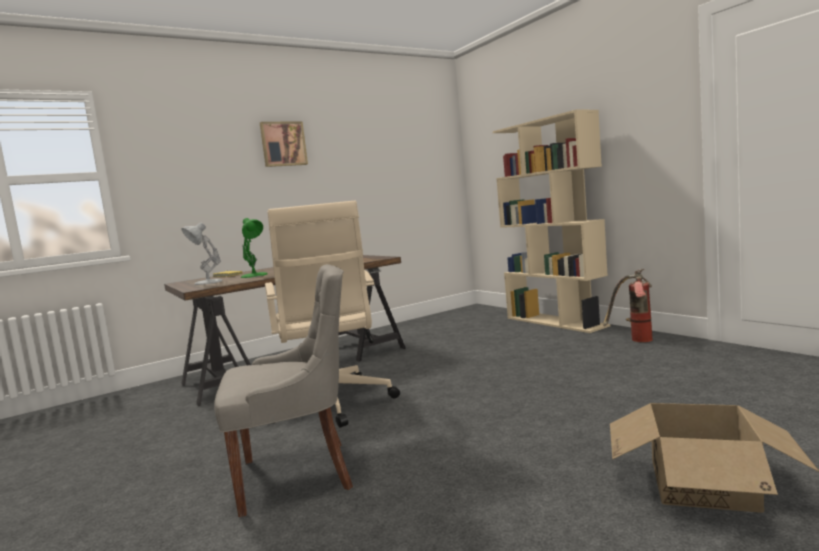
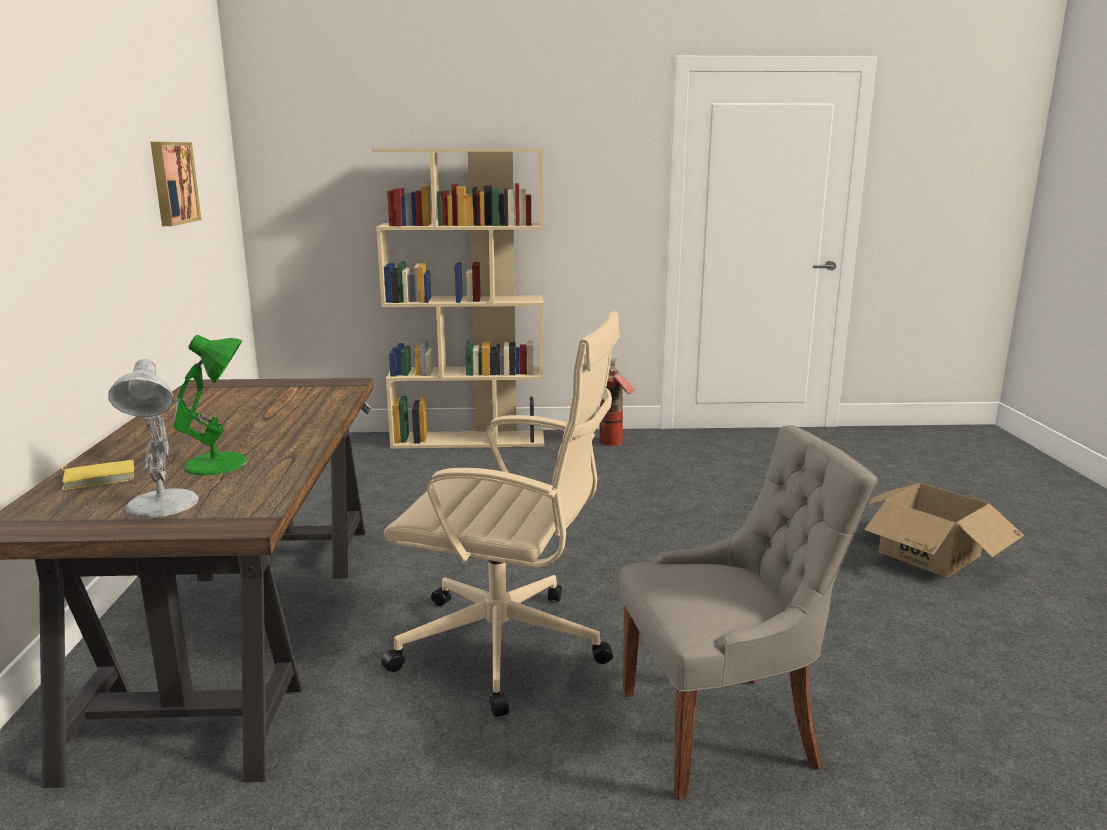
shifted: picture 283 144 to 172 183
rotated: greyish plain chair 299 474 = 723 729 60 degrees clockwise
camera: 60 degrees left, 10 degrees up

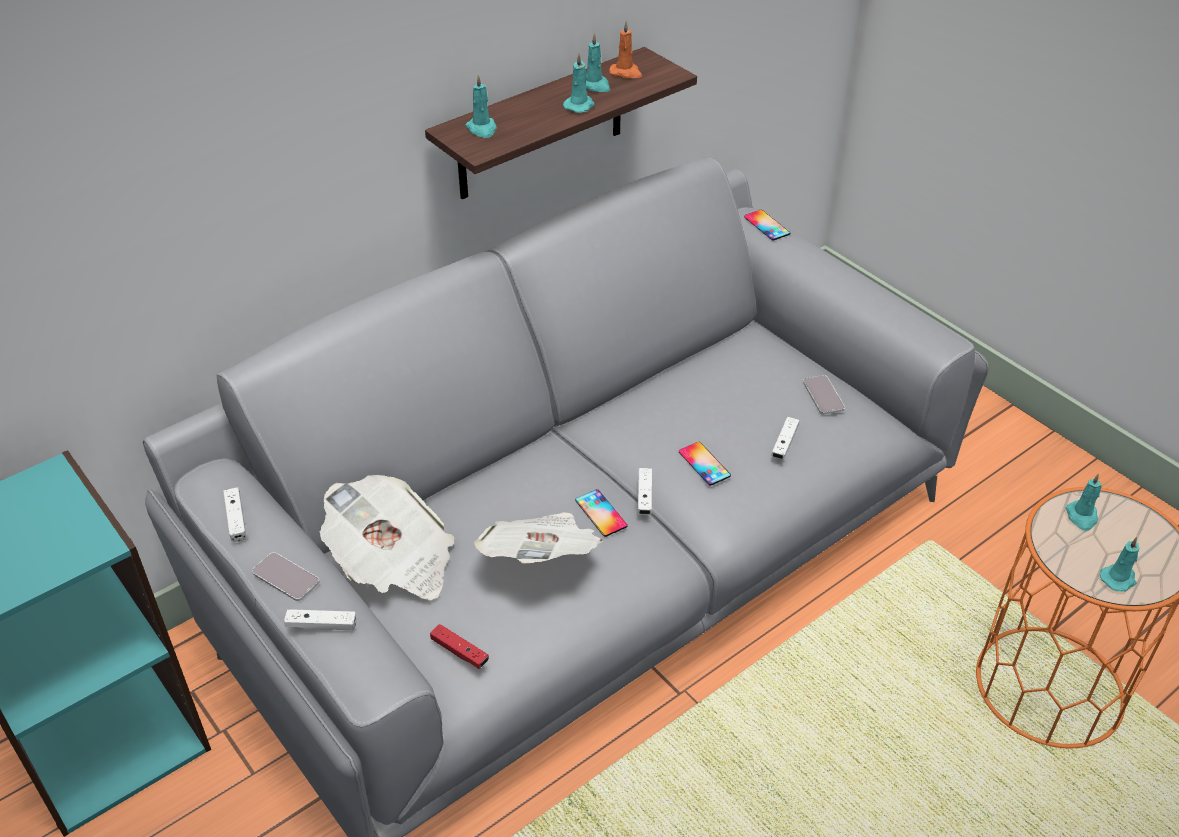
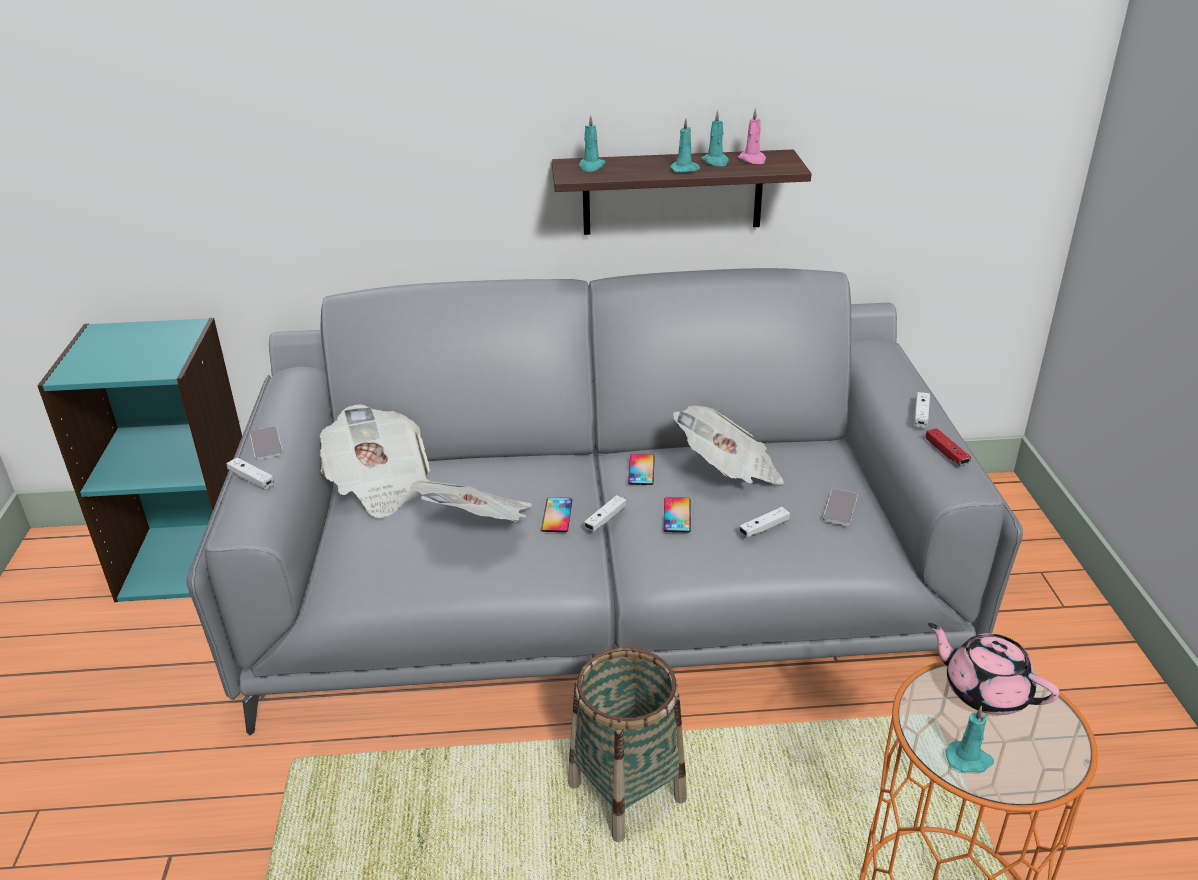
new: storage basket 627 792; newspaper 728 471
shifted: handset 767 225 to 641 470; white-coloured gamepad 236 519 to 921 415; reddish gamepad 459 652 to 946 453
swapped: turquoise-coloured wax light 1081 517 to pinkish tea pot 985 691
repainted: orangey wax light 626 73 to pinkish wax light 753 160
camera: 35 degrees right, 10 degrees down

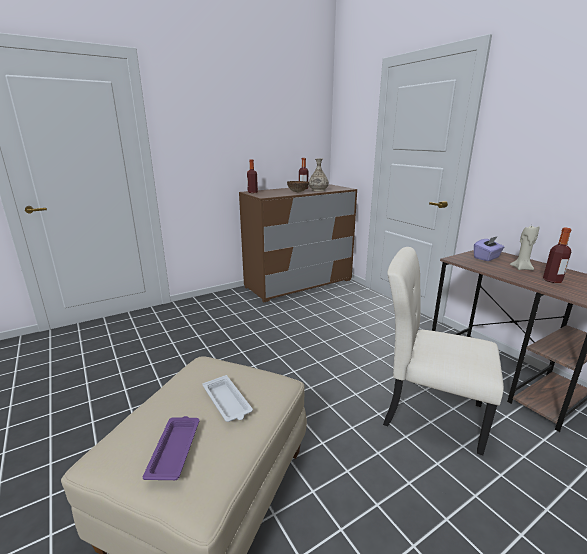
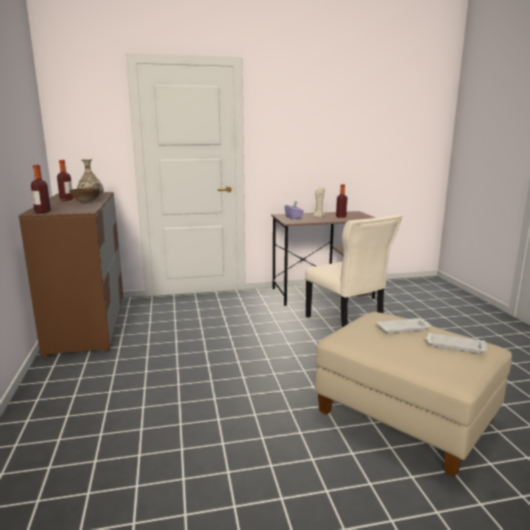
repainted: purple carrying tray 175 449 to white-coloured carrying tray 454 346
rotated: beige plain chair 428 413 = 346 323 75 degrees counterclockwise
camera: 70 degrees left, 5 degrees down

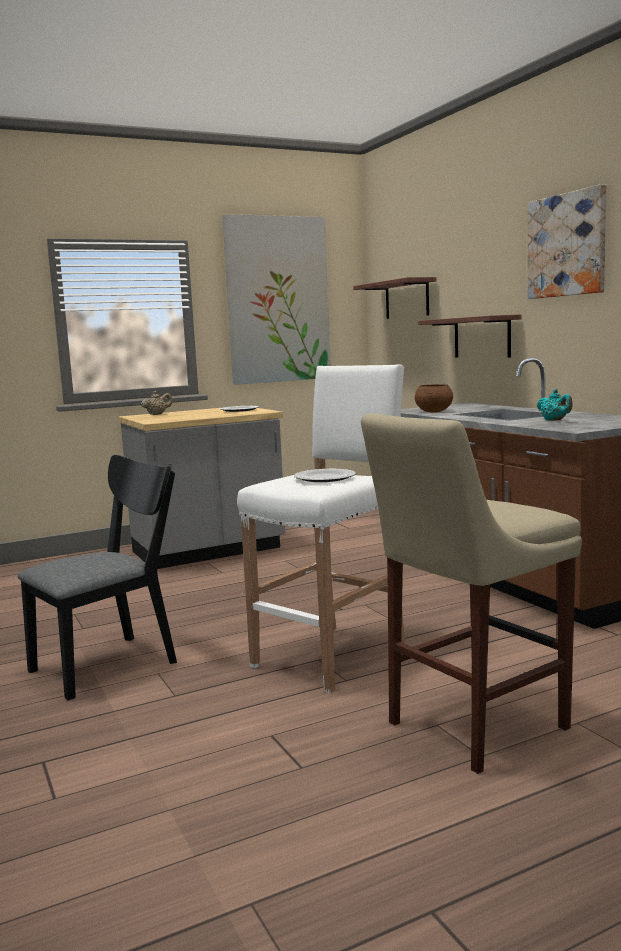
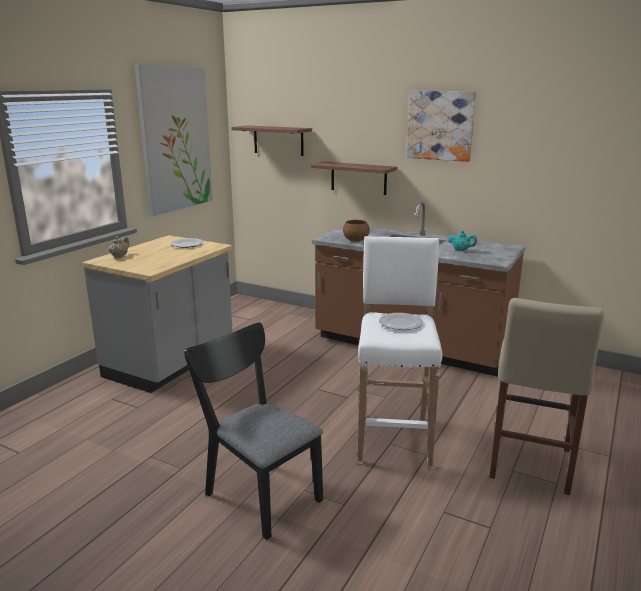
rotated: blackish plain chair 113 662 = 258 492 60 degrees counterclockwise
camera: 35 degrees left, 10 degrees up

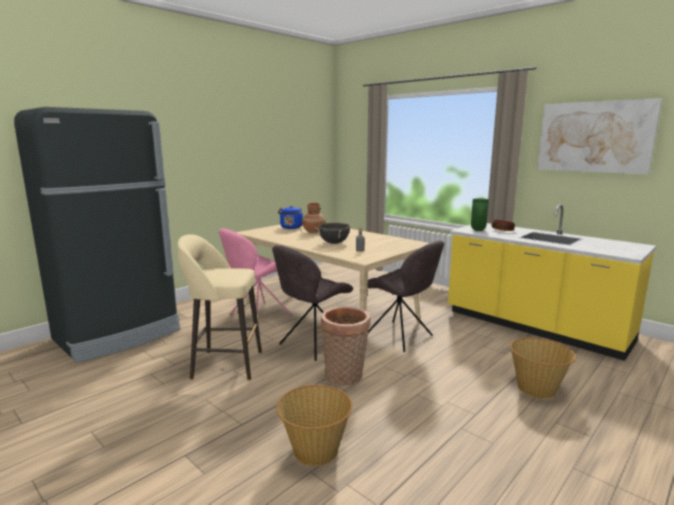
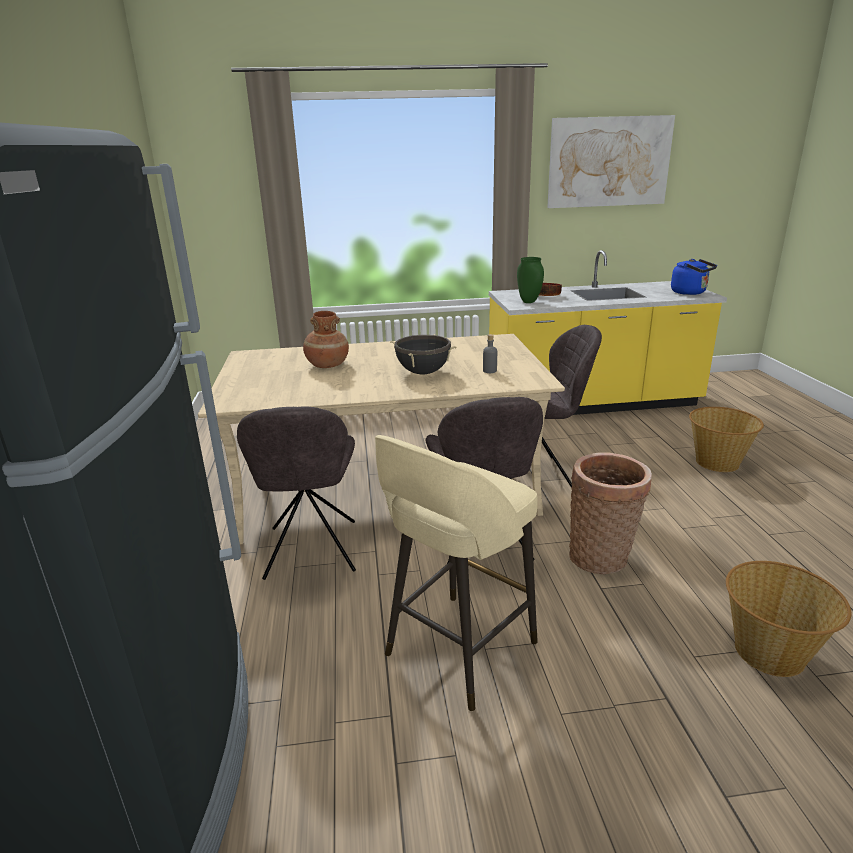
shifted: bluish kettle 291 228 to 690 292
repainted: pinkish plain chair 258 315 to greyish plain chair 311 552
camera: 50 degrees left, 10 degrees up

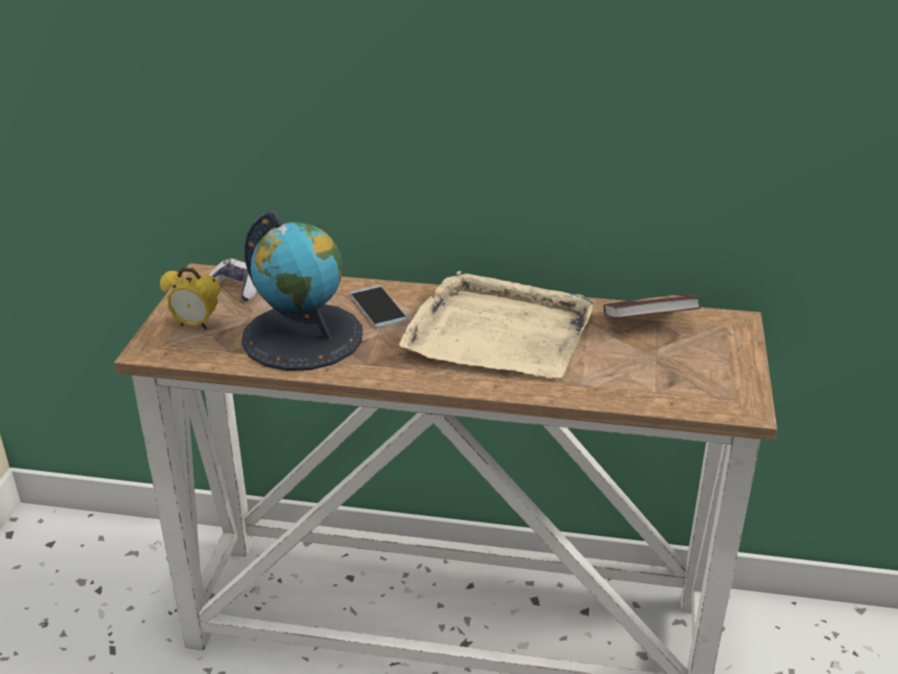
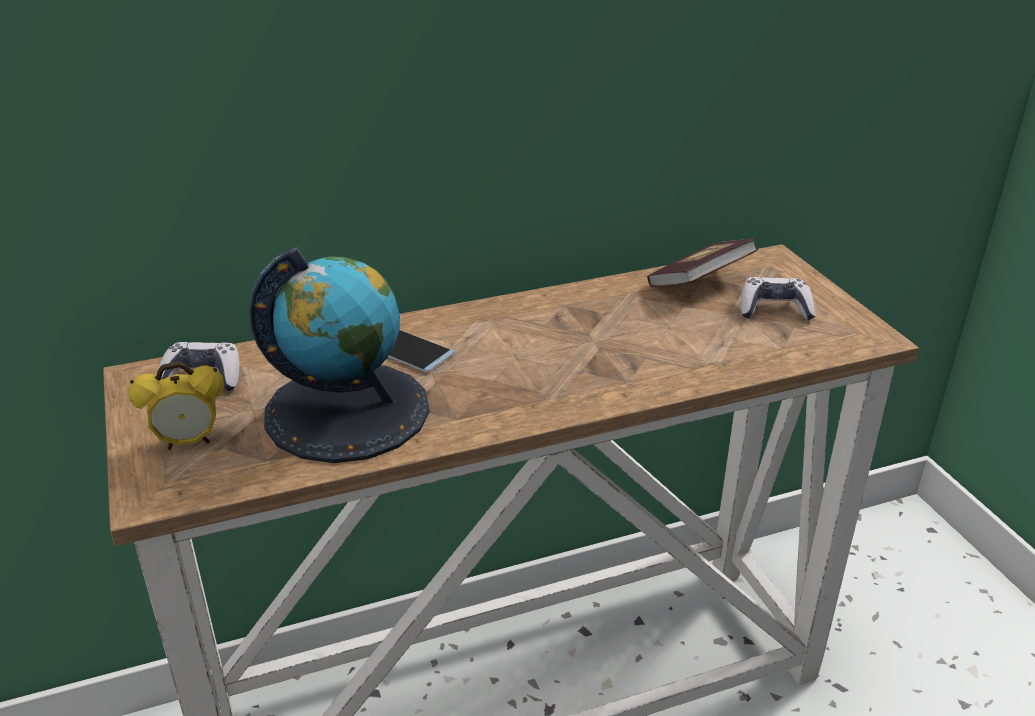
gone: beige carrying tray 499 332
new: gamepad 774 309
camera: 30 degrees left, 0 degrees up

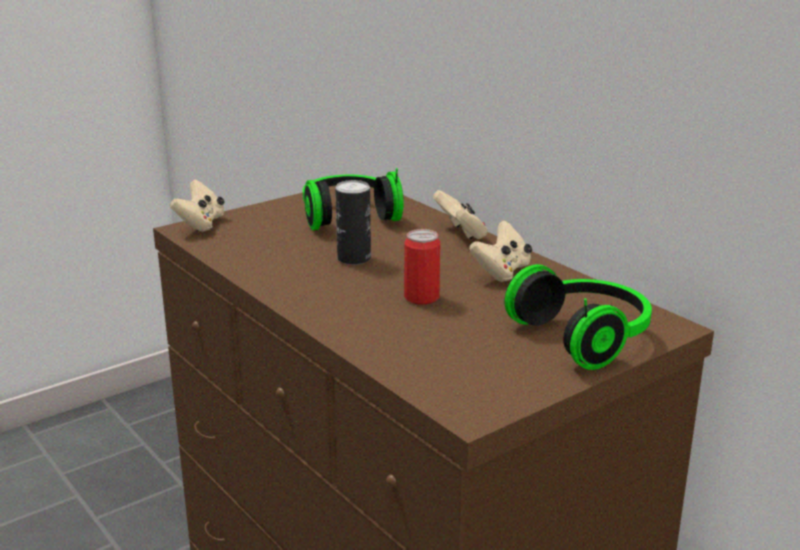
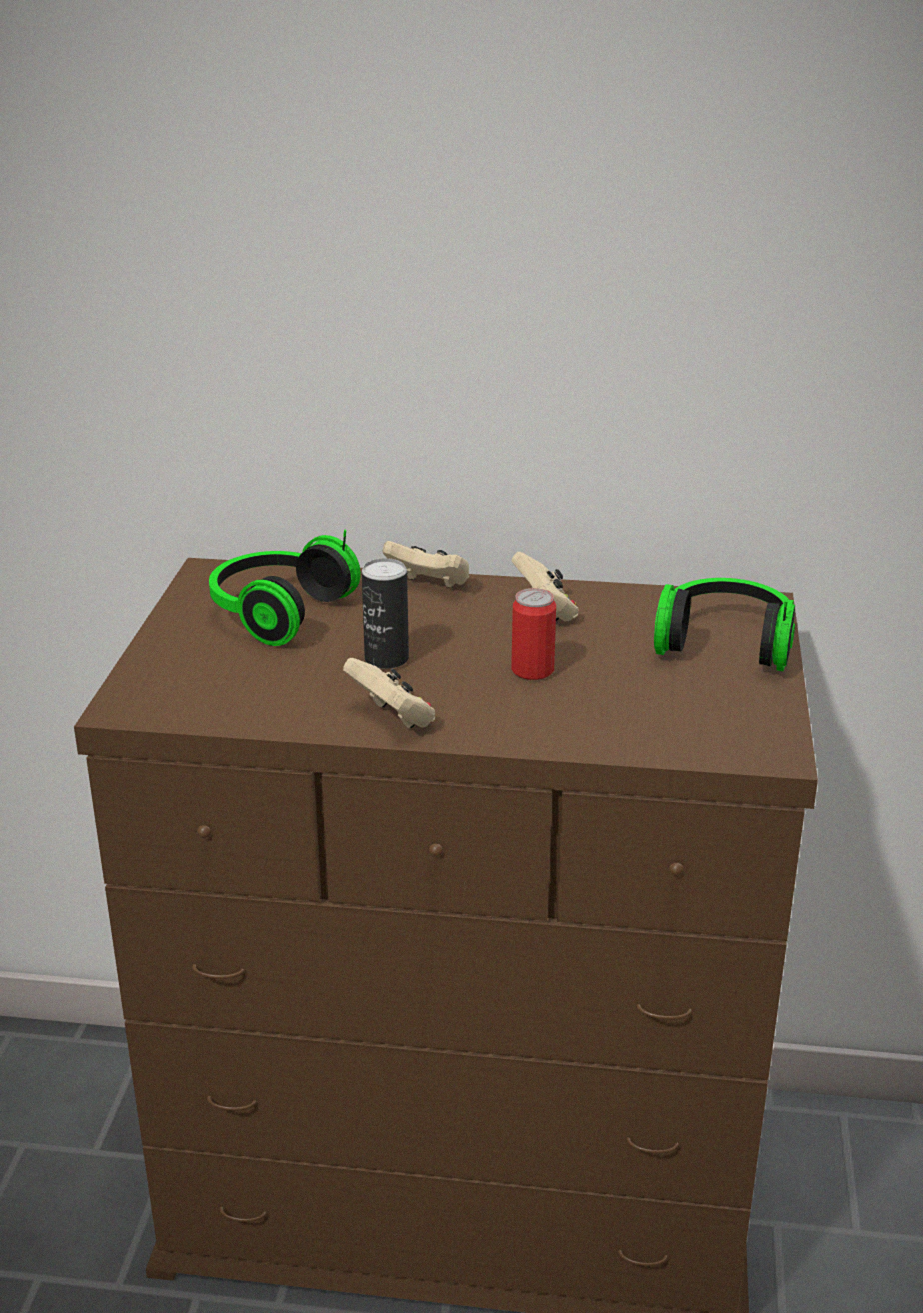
shifted: beige gamepad 200 224 to 393 718
camera: 45 degrees left, 5 degrees up

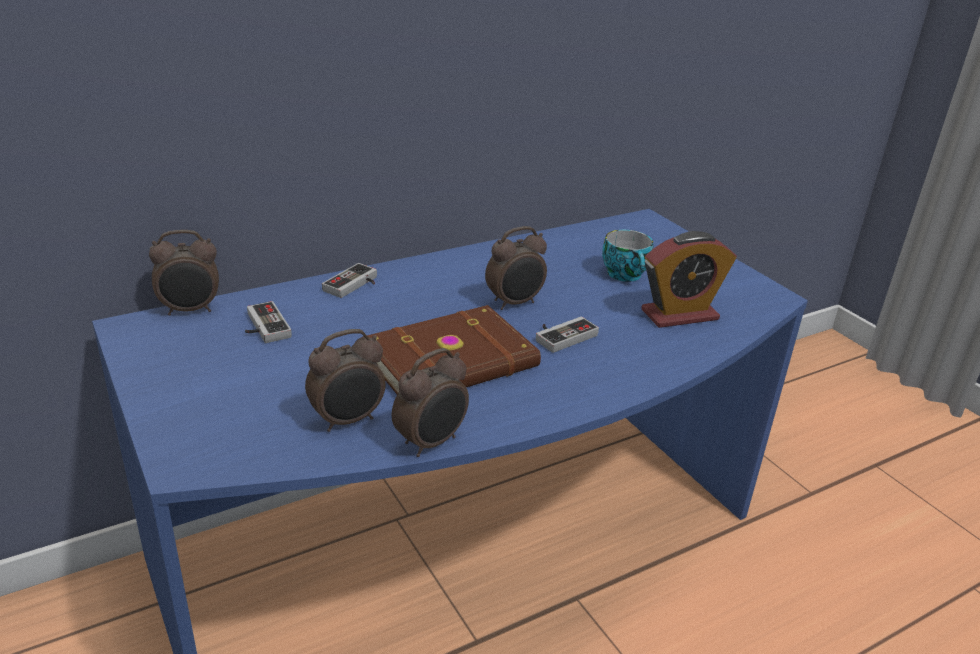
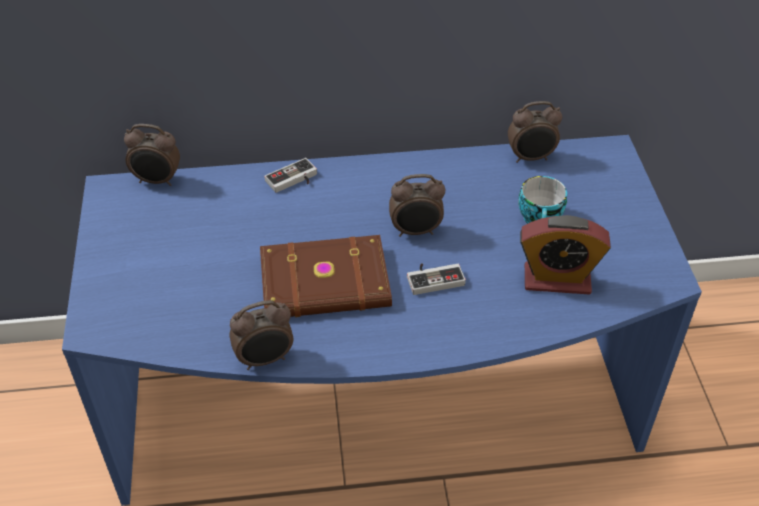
gone: gamepad 262 327
shifted: bedside clock 348 420 to 531 158
camera: 25 degrees right, 15 degrees up

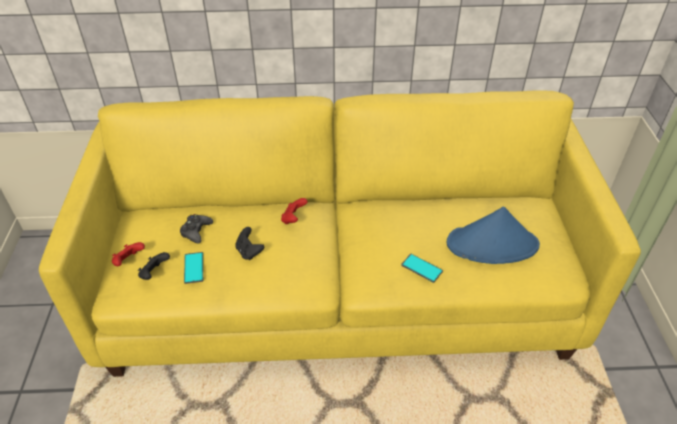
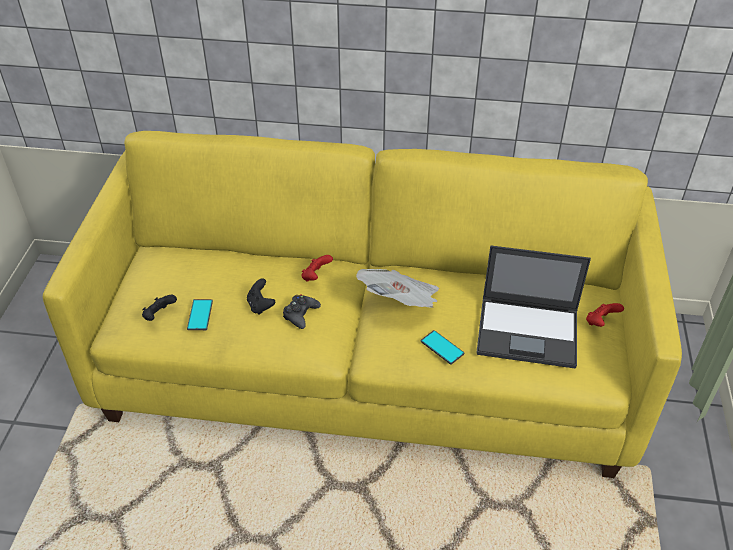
new: newspaper 400 302
shifted: blackish gamepad 196 231 to 300 314; reddish gamepad 129 261 to 600 322
swapped: bluish wearable hat 492 244 to laptop 529 332
camera: 10 degrees right, 0 degrees up

